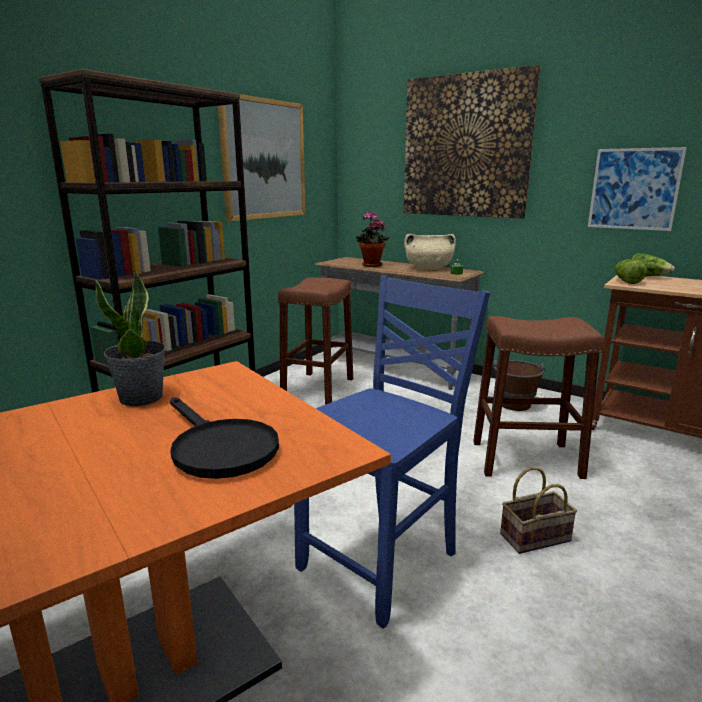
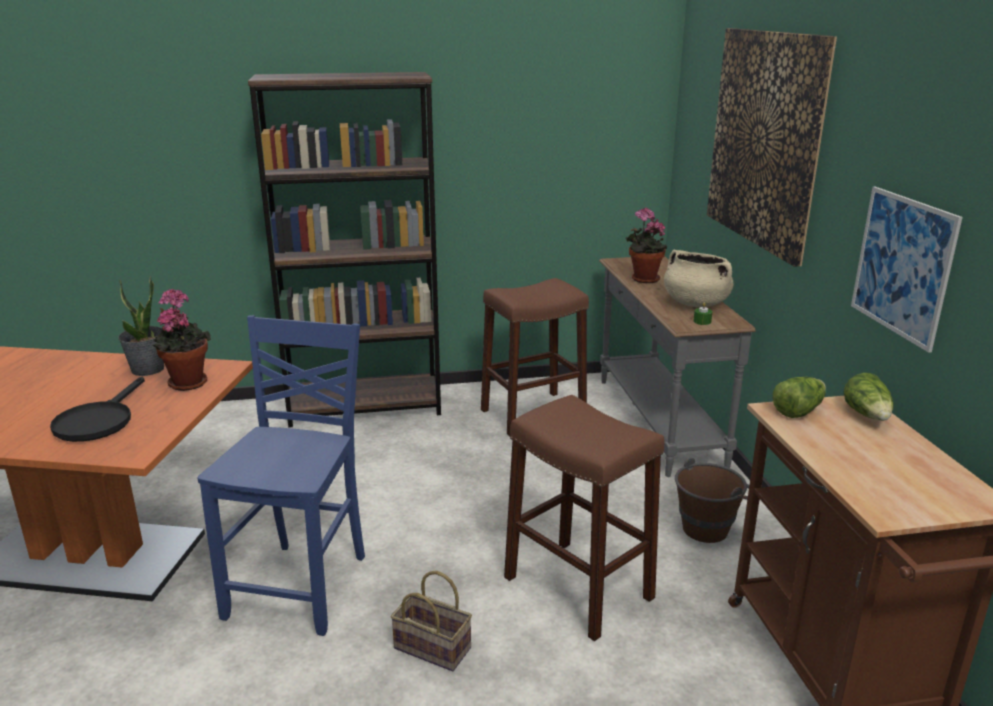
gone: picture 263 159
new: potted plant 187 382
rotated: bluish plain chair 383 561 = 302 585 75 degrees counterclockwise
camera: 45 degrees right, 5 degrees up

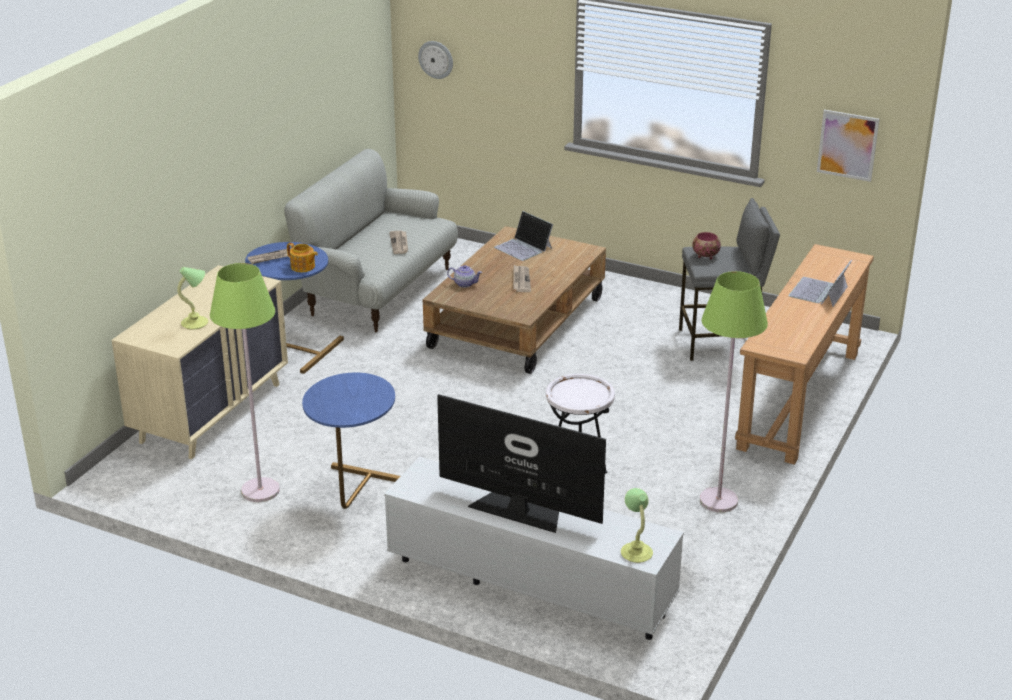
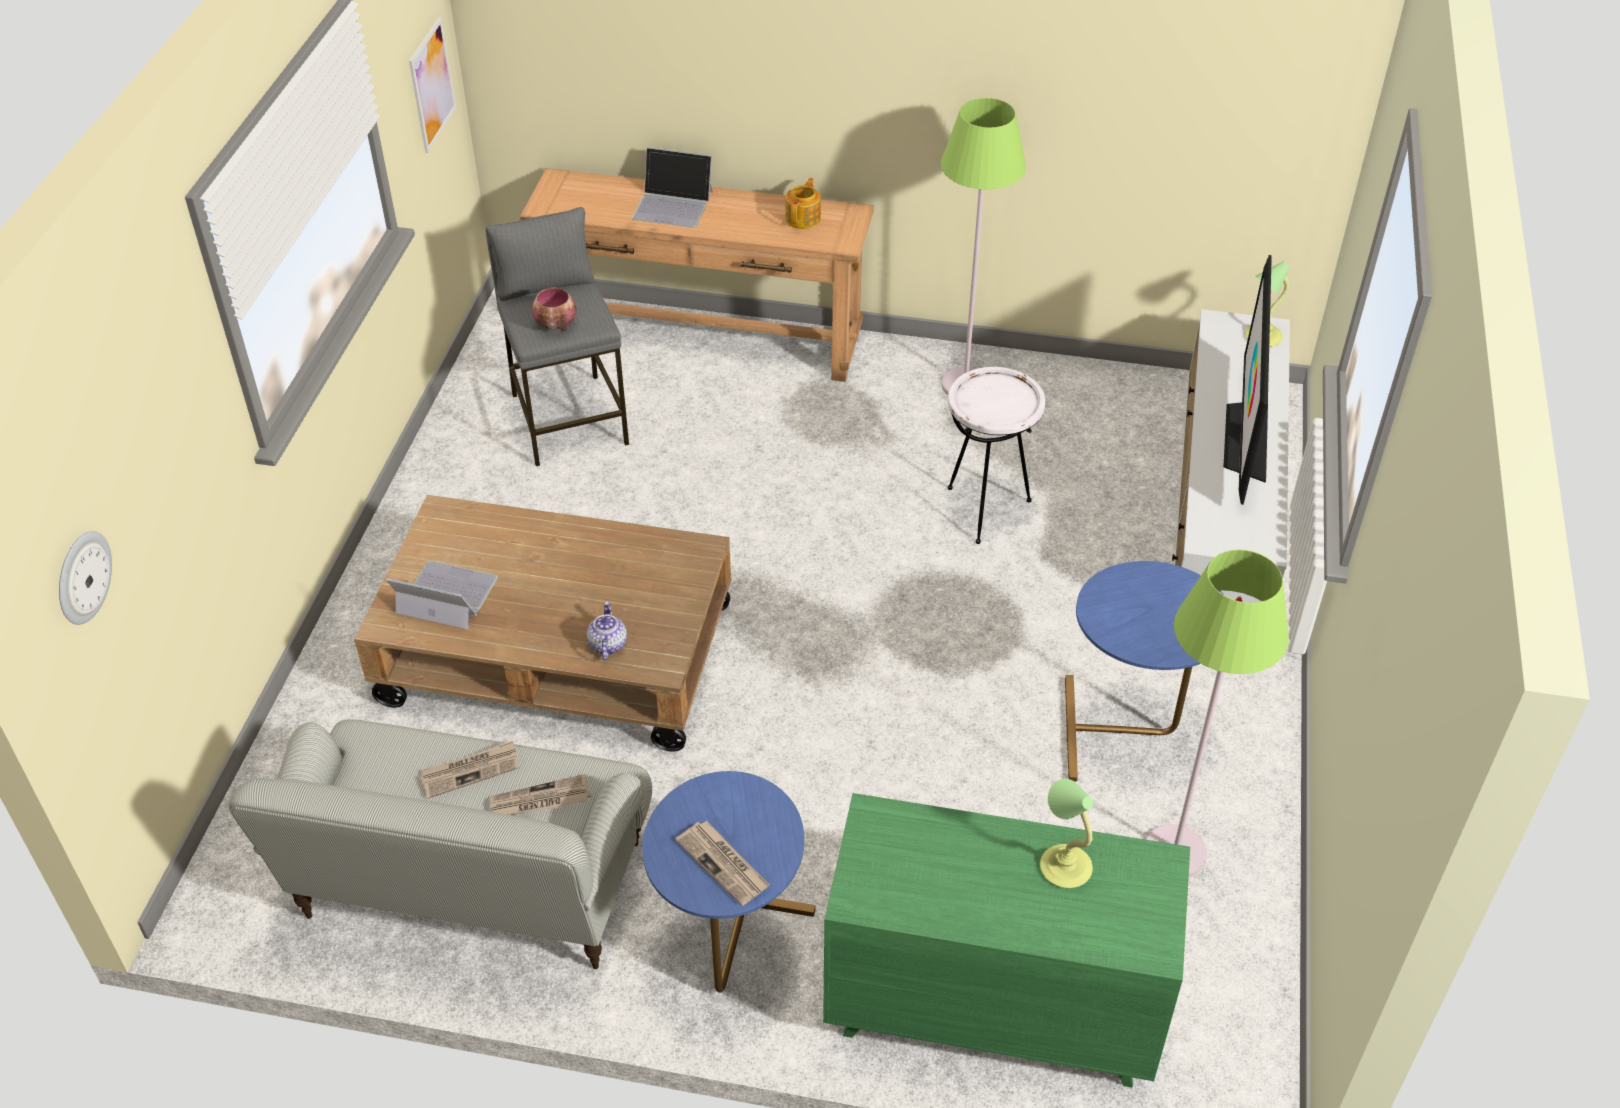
shifted: newspaper 521 280 to 540 801; tea pot 303 267 to 803 218
repainted: beige drawer chest 211 412 to green-coloured drawer chest 991 1009
rotated: laptop 523 247 = 446 596 105 degrees counterclockwise
camera: 105 degrees left, 15 degrees up

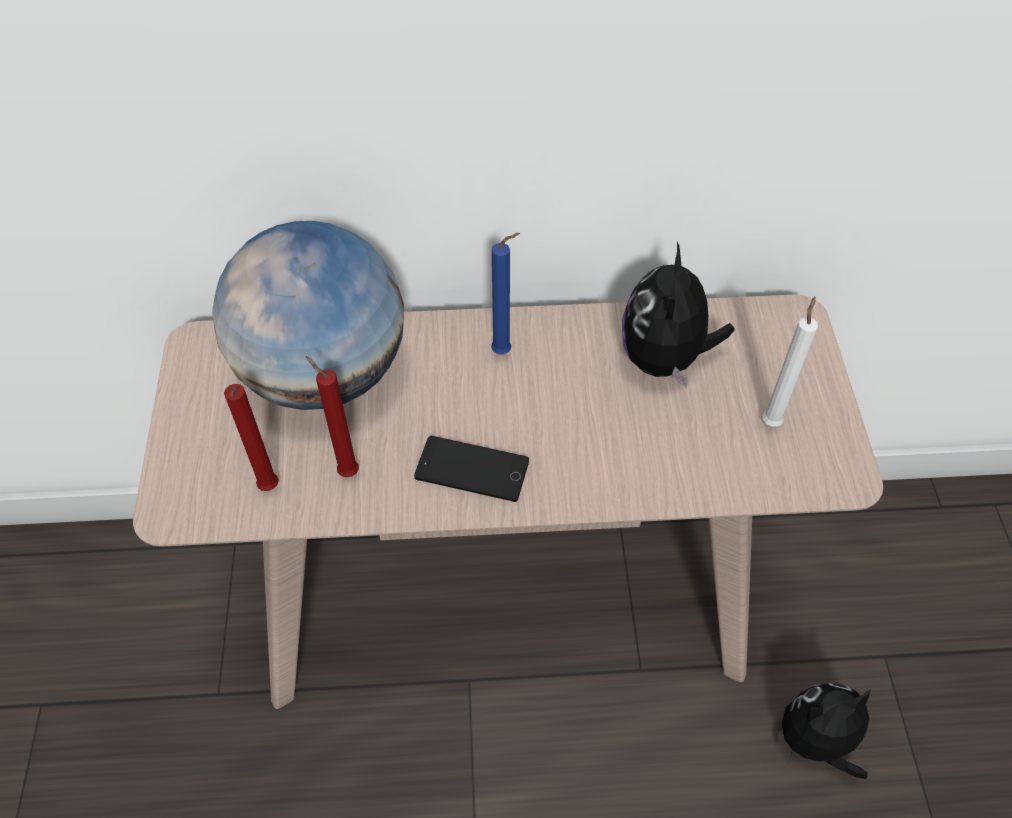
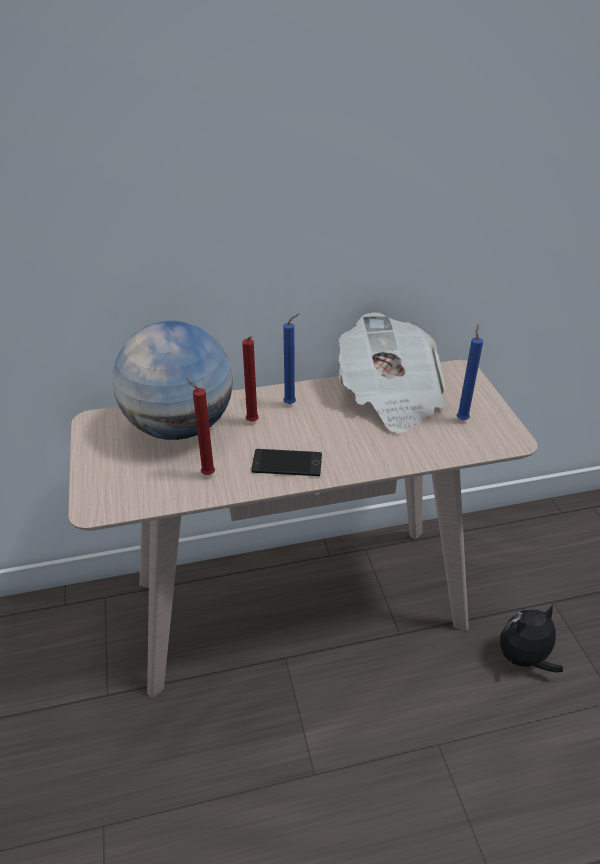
shifted: reddish wax light 269 490 to 253 423
swapped: plush toy 665 359 to newspaper 390 397
repainted: white-coloured wax light 771 420 to bluish wax light 462 419
camera: 10 degrees left, 15 degrees down

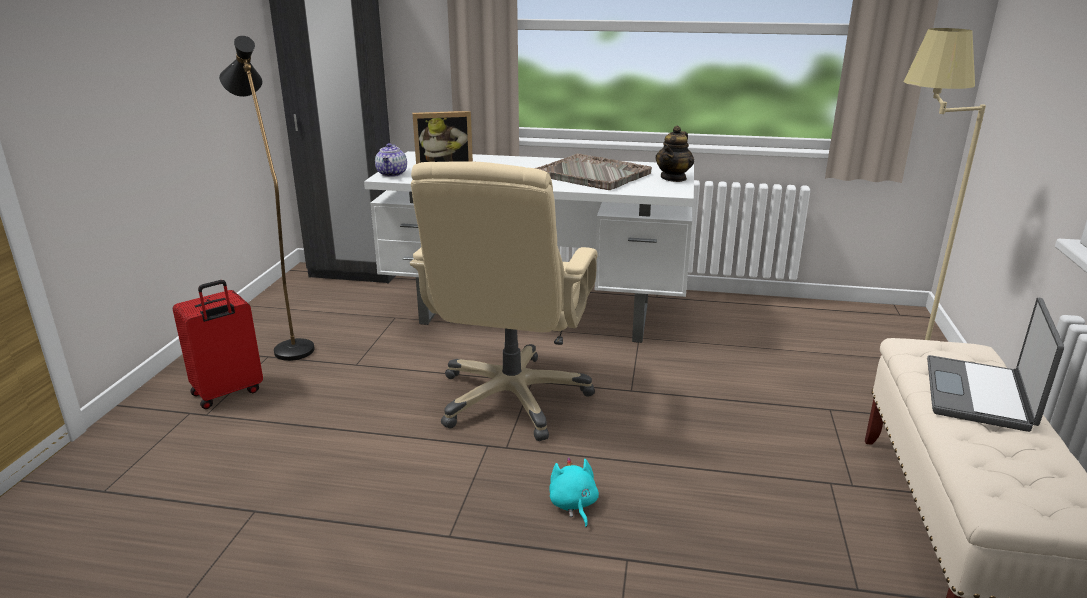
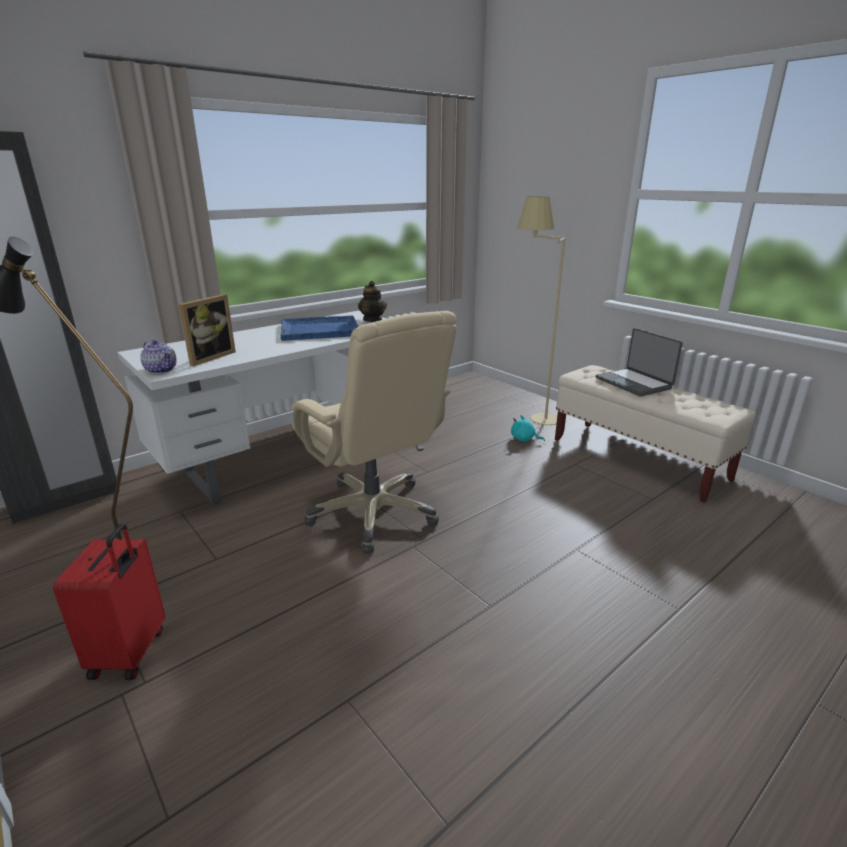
shifted: turquoise-coloured plush toy 573 505 to 524 439
repainted: greyish carrying tray 593 174 to bluish carrying tray 320 330
camera: 50 degrees left, 0 degrees up

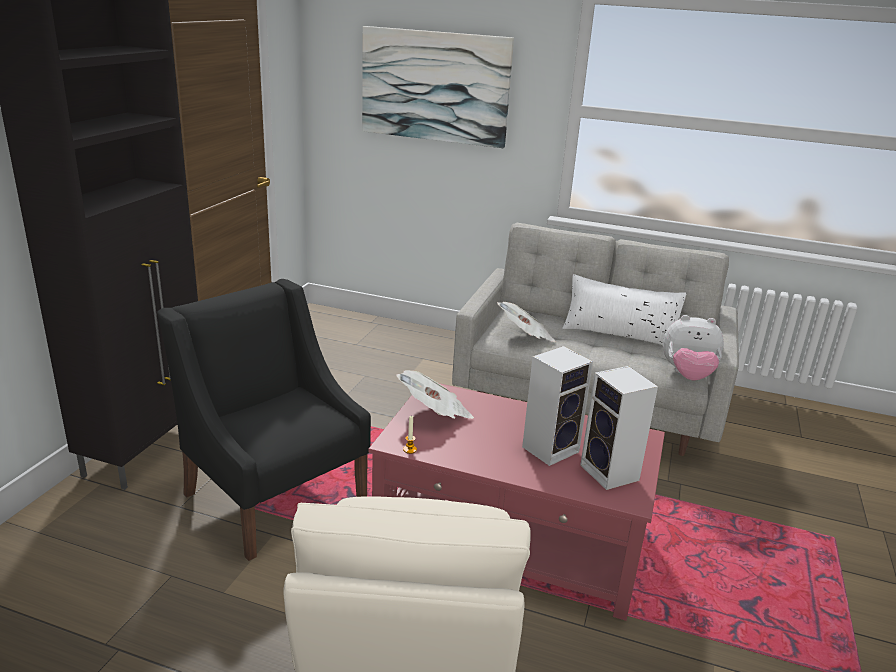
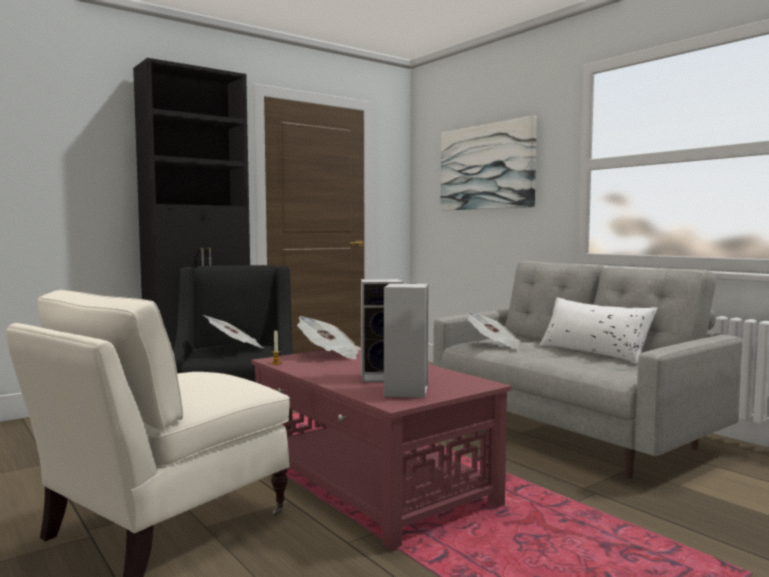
gone: plush toy 687 375
new: newspaper 235 348
camera: 35 degrees right, 20 degrees down

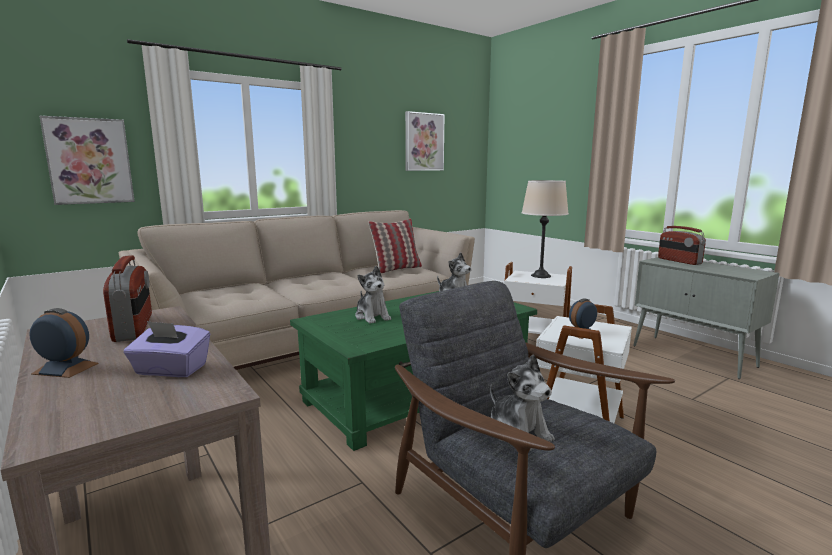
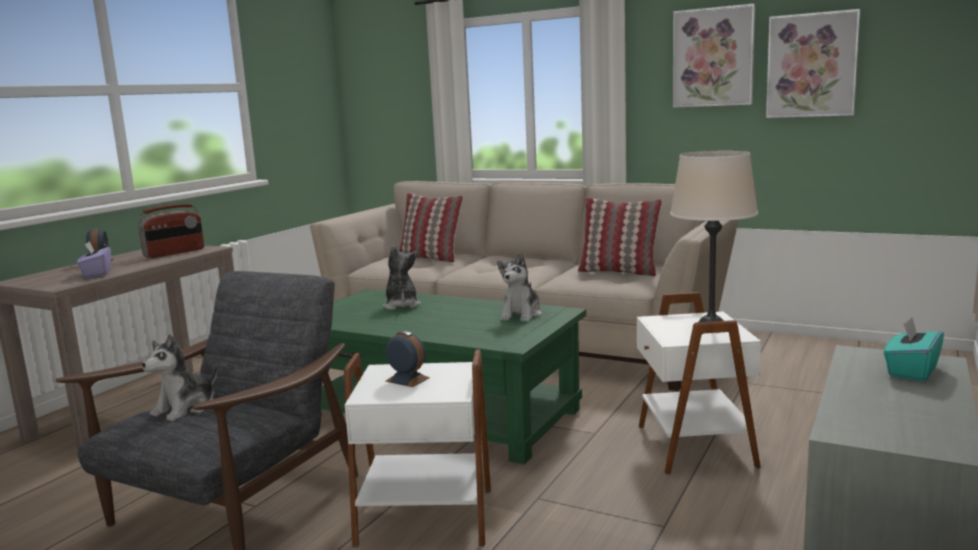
new: cushion 430 258
shifted: picture 89 161 to 713 57
swapped: radio 679 261 to turquoise-coloured tissue holder 911 371
rotated: plush toy 372 317 = 401 305 135 degrees clockwise
camera: 65 degrees right, 0 degrees up

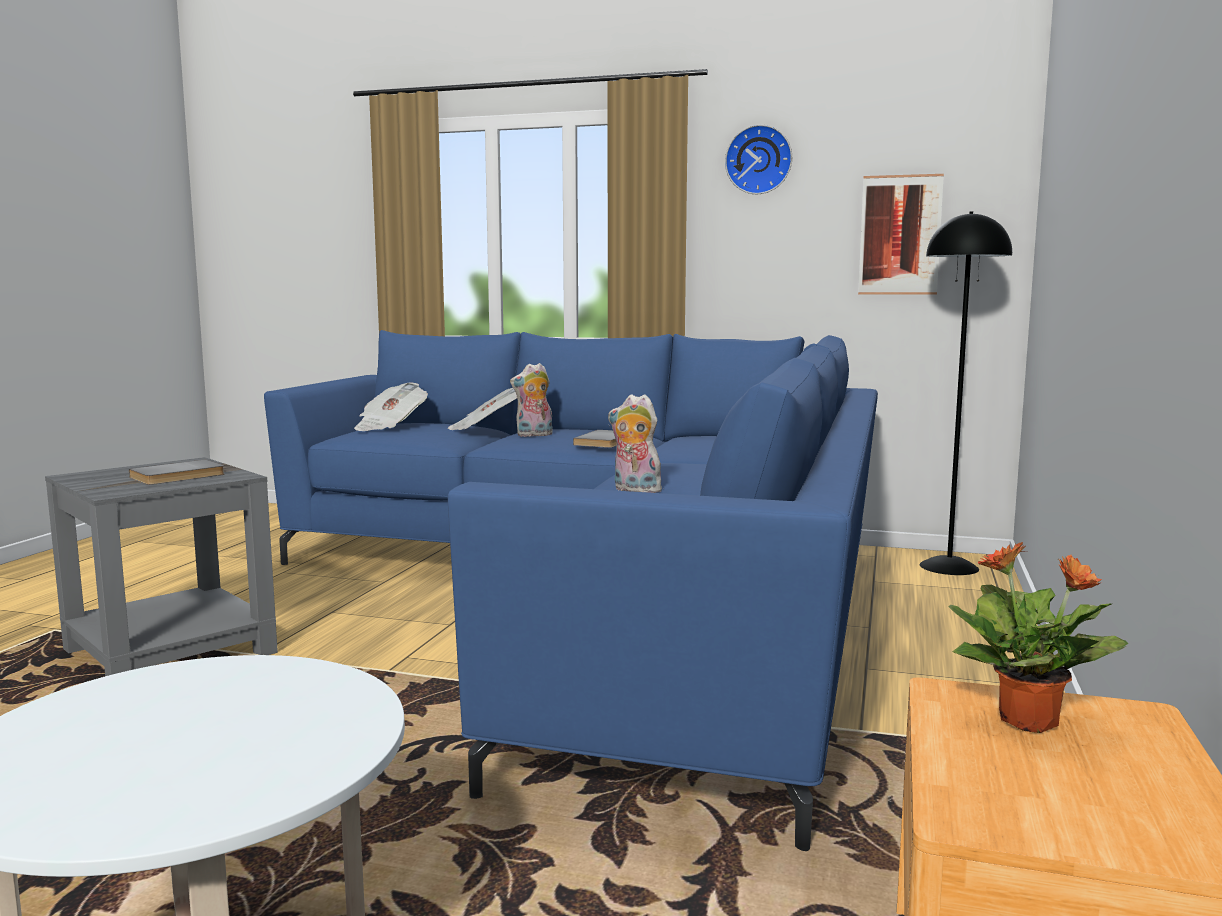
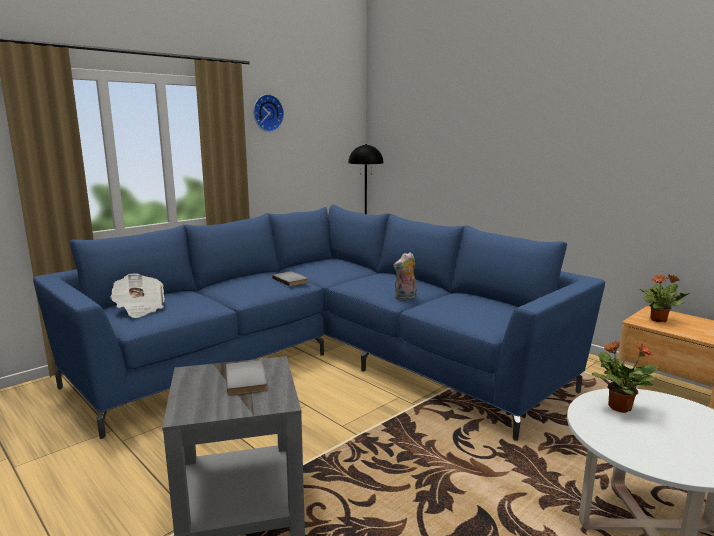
gone: newspaper 485 429; plush toy 534 435; picture 900 235
new: potted plant 618 407
camera: 60 degrees left, 5 degrees up

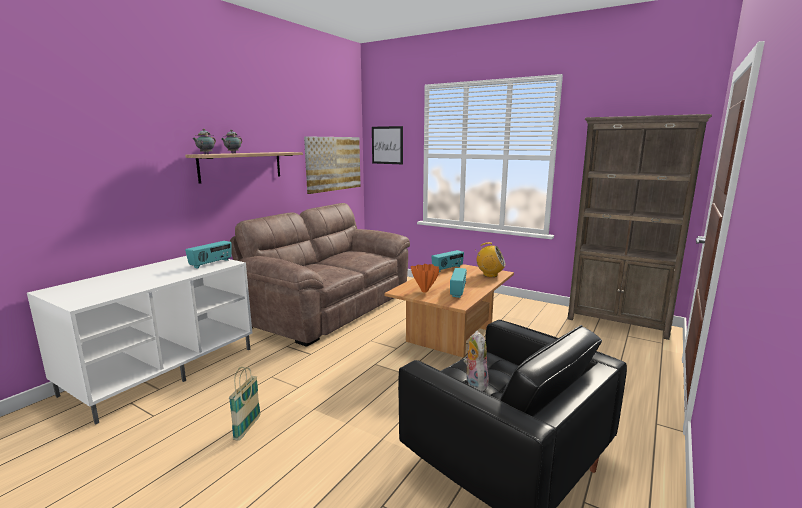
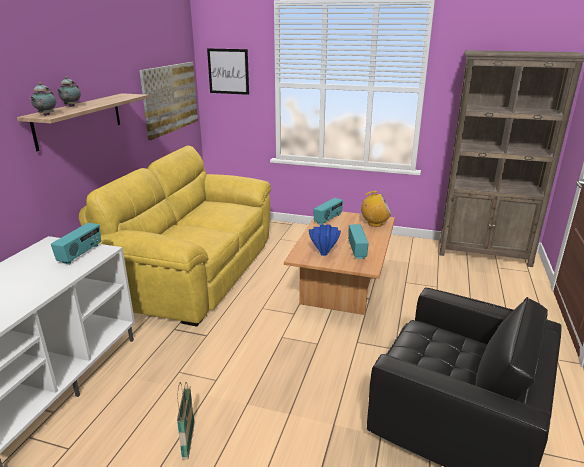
gone: plush toy 474 383
repainted: brownish sofa 328 307 to yellow-coloured sofa 194 270; orangey flower vase 425 291 to bluish flower vase 324 254
camera: 15 degrees left, 10 degrees up

